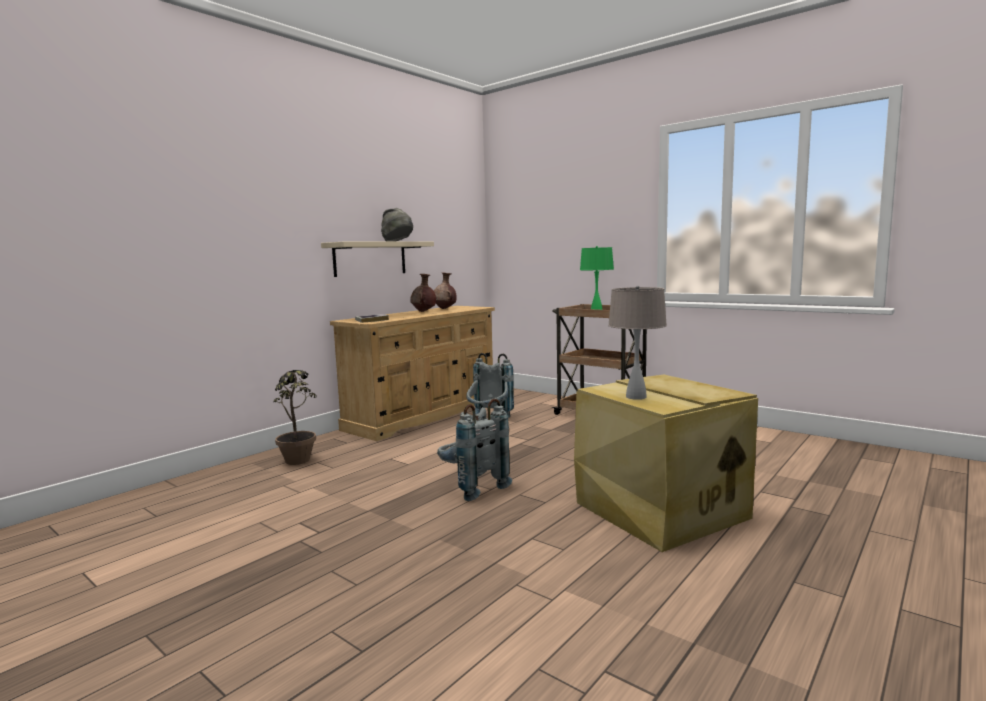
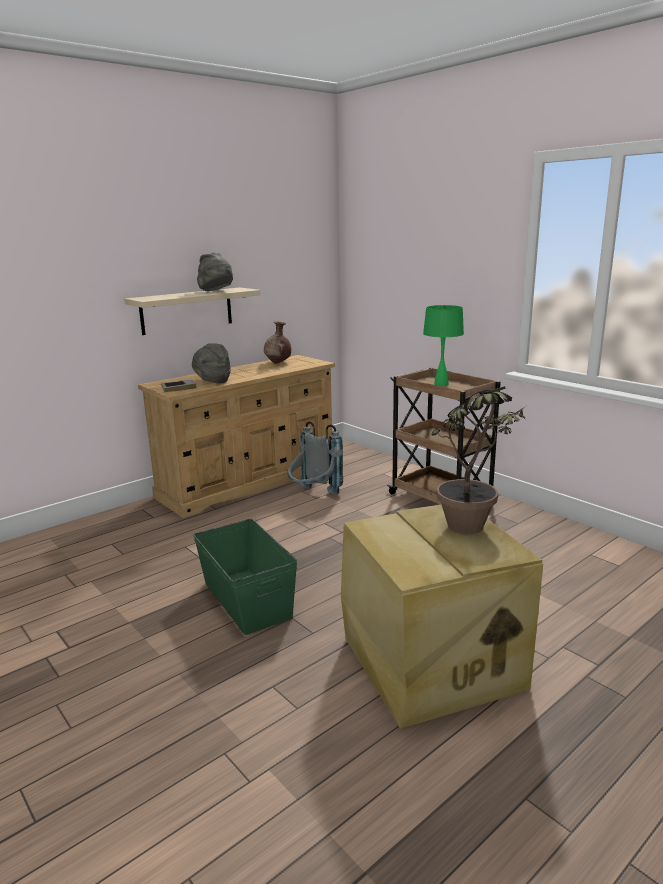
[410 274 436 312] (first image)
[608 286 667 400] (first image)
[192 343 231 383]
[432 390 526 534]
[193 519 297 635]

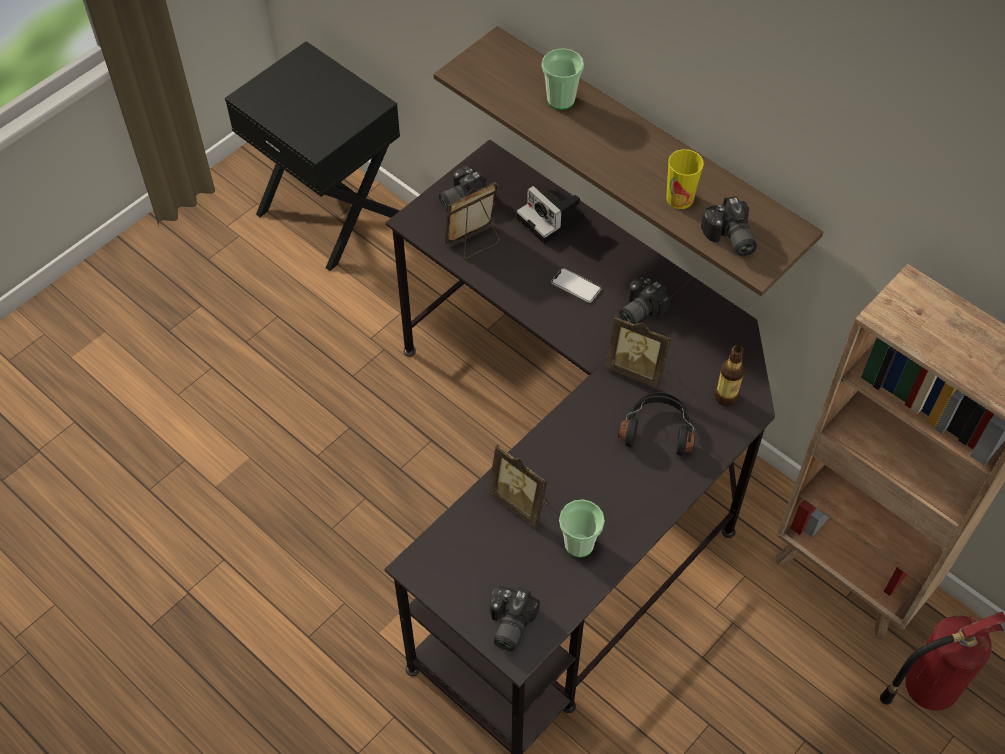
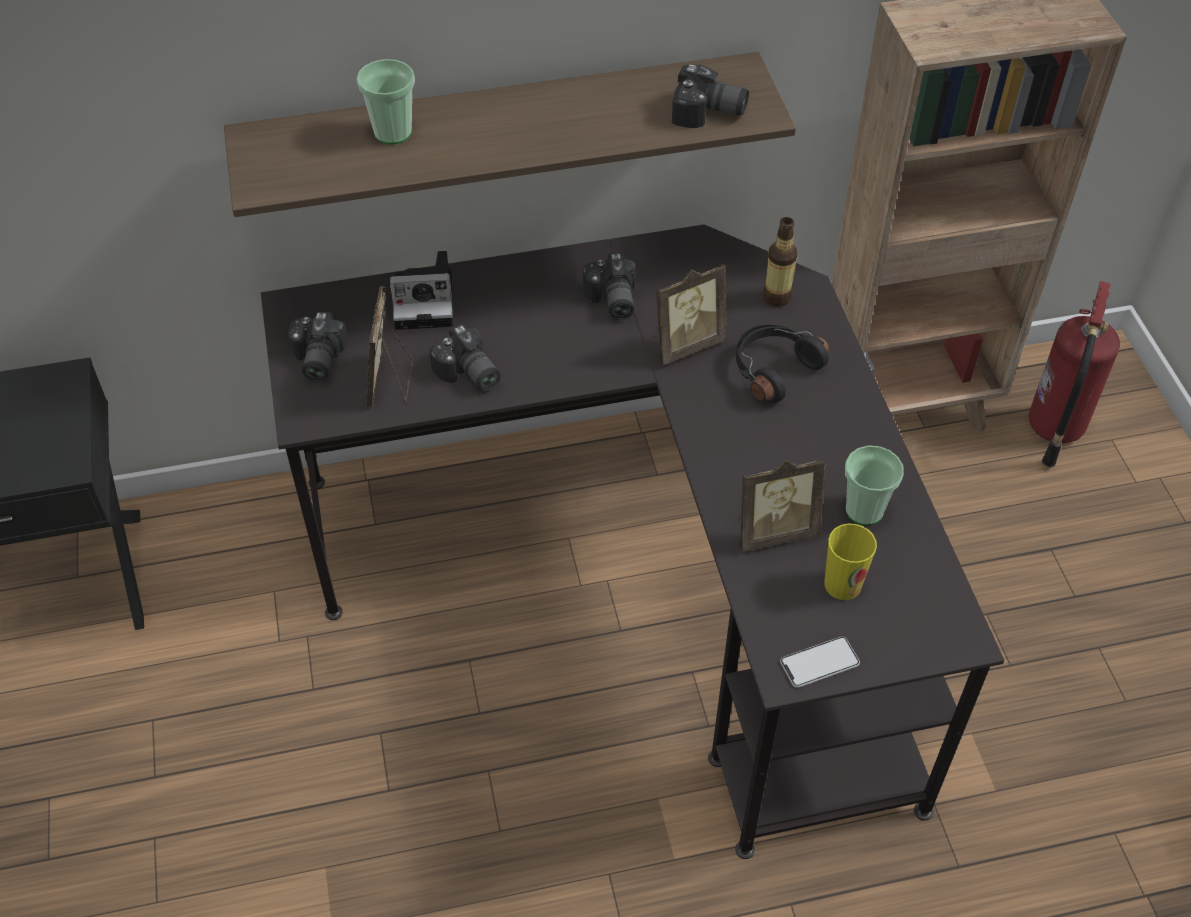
[429 324 501 390]
[780 636 860 688]
[824 524 877 600]

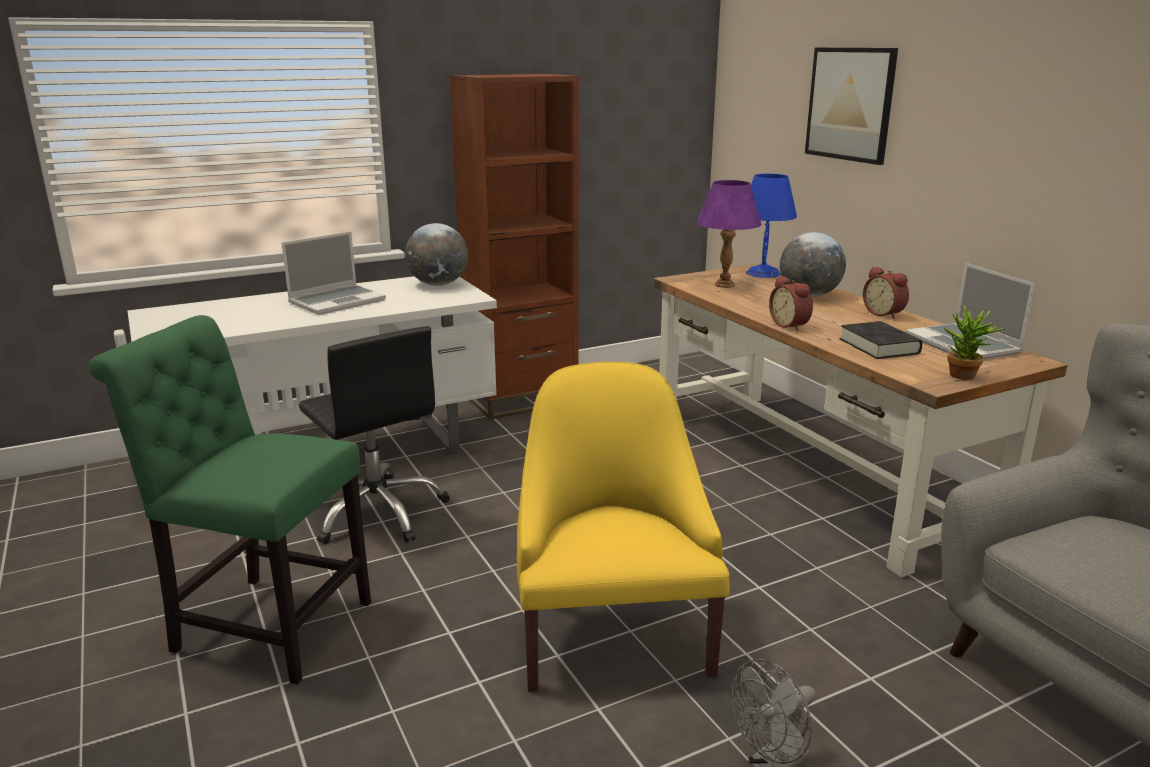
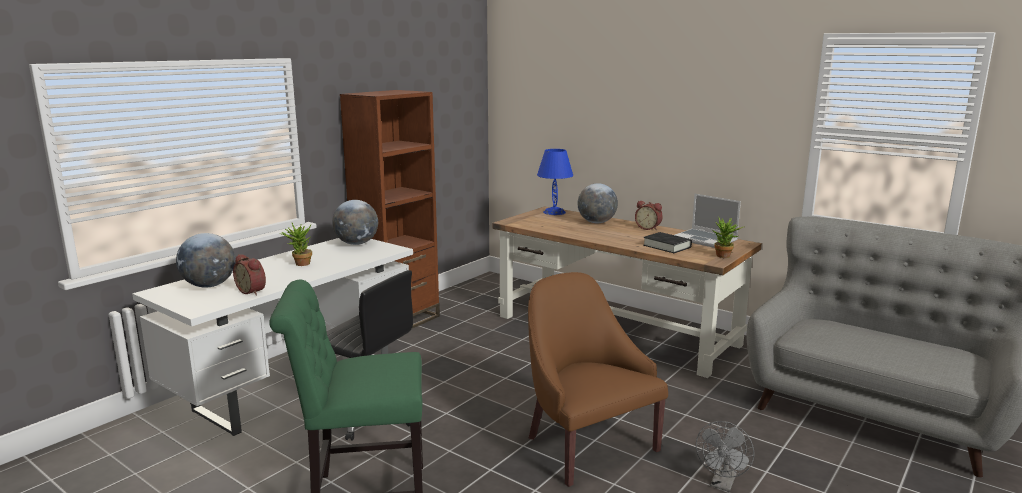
[697 180 762 288] (first image)
[805 48 898 165] (first image)
[176 233 235 288]
[233 254 266 296]
[279 223 312 266]
[528 272 668 487]

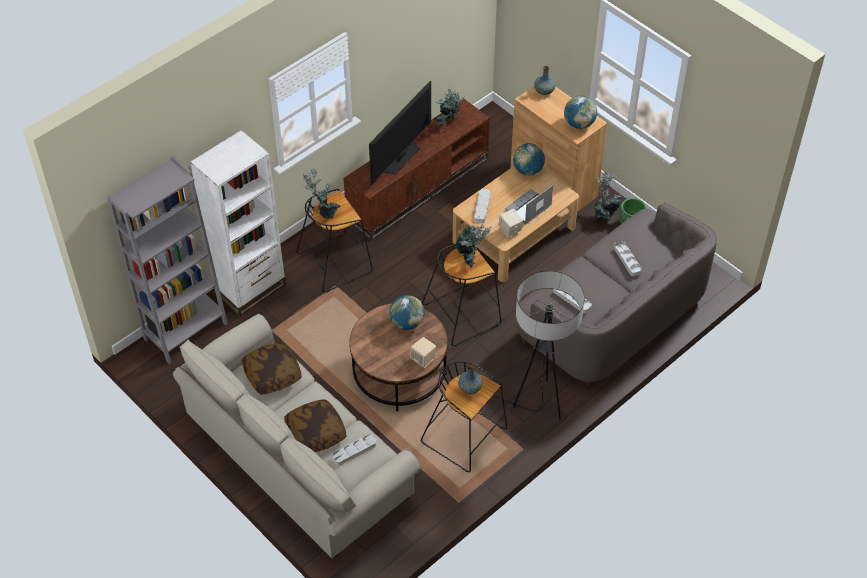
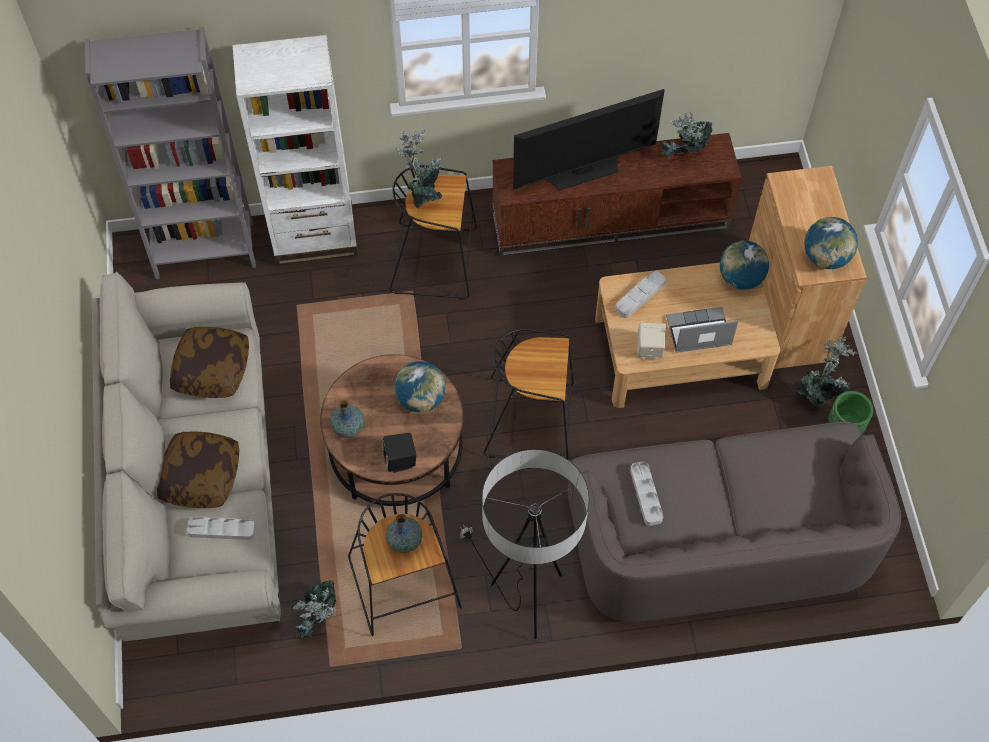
[614 241 642 276] (first image)
[292 580 337 640]
[331 400 364 438]
[383 433 416 473]

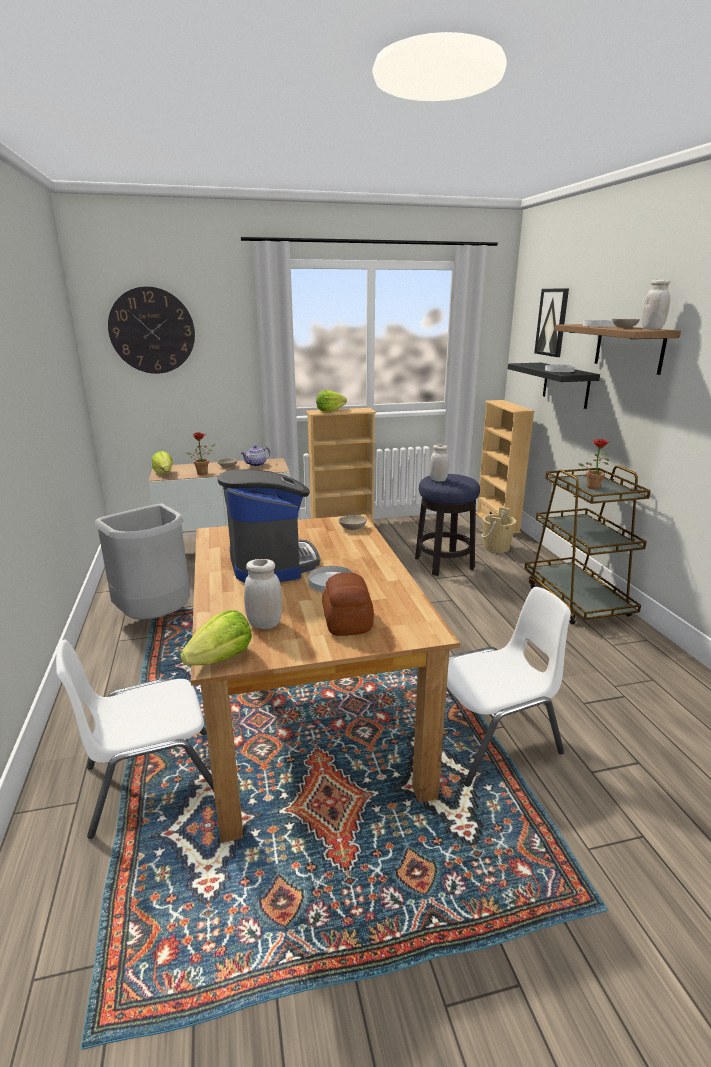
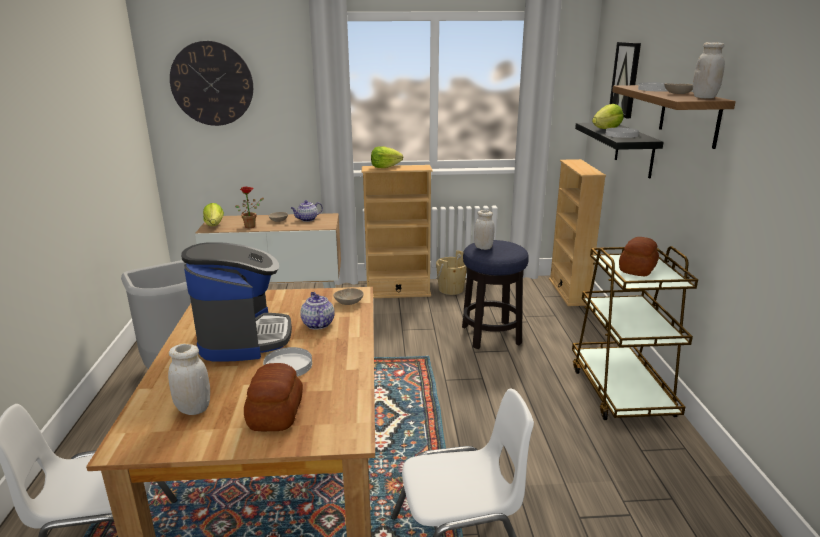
[300 292 335 329]
[592 104 623 129]
[436 250 467 295]
[619 237 659 276]

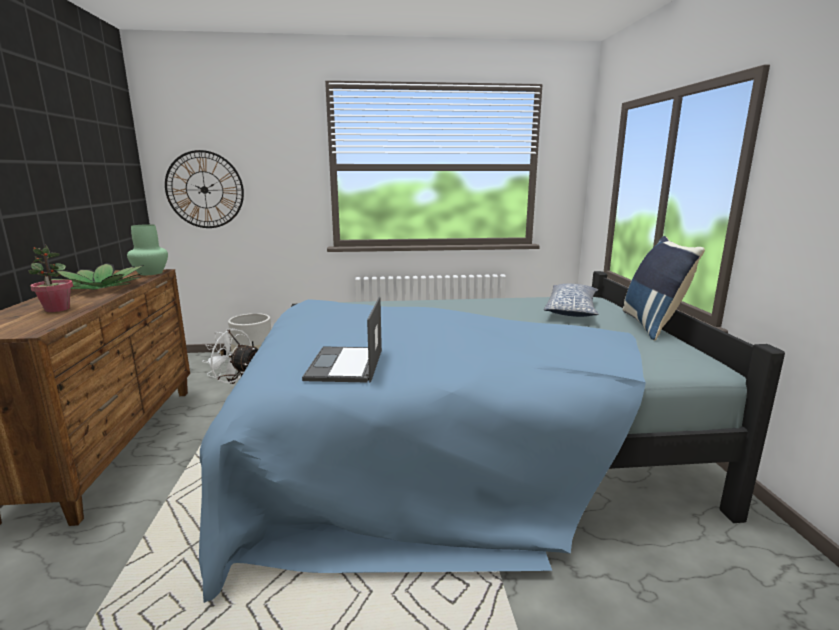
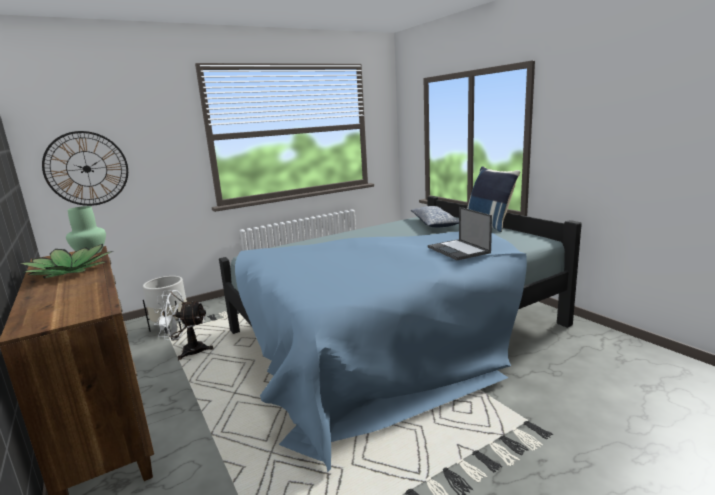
[28 245 73 312] (first image)
[428 207 492 260]

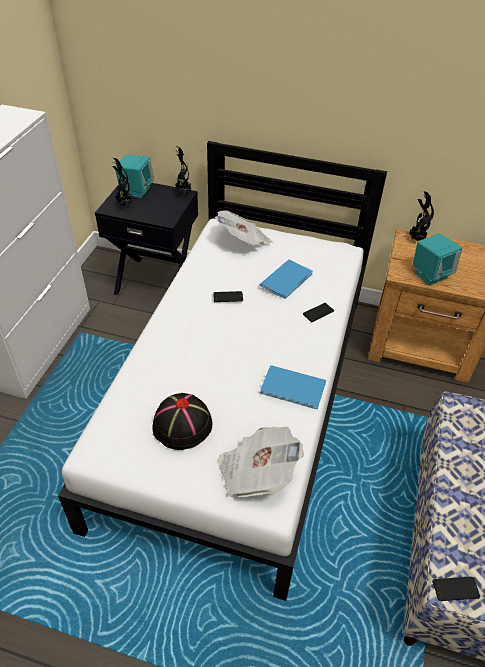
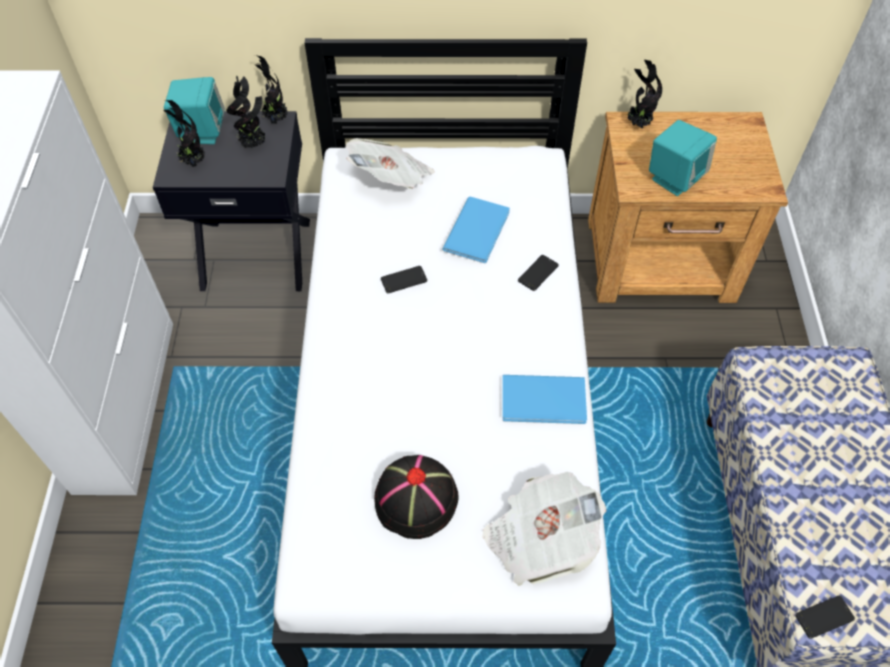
[226 76 265 148]

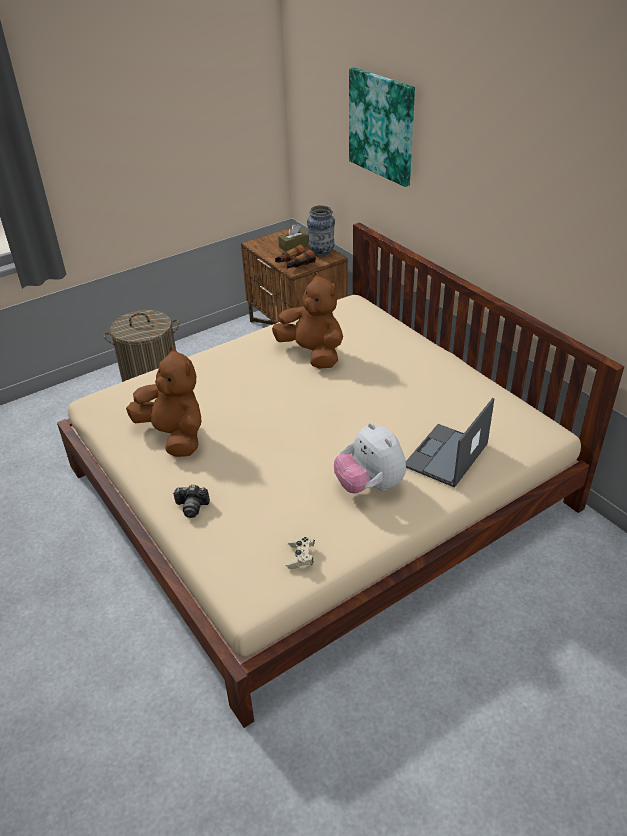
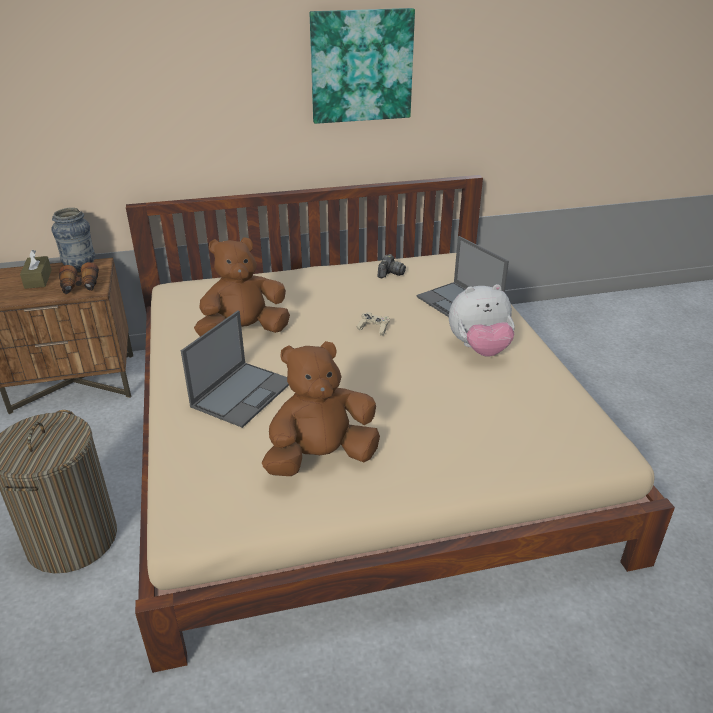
[181 310 289 428]
[377 254 406 278]
[357 312 390 336]
[310 8 415 124]

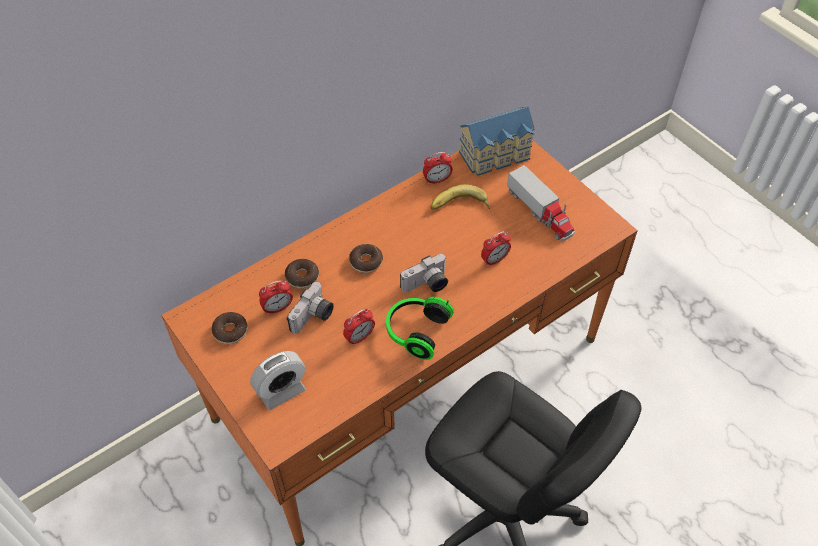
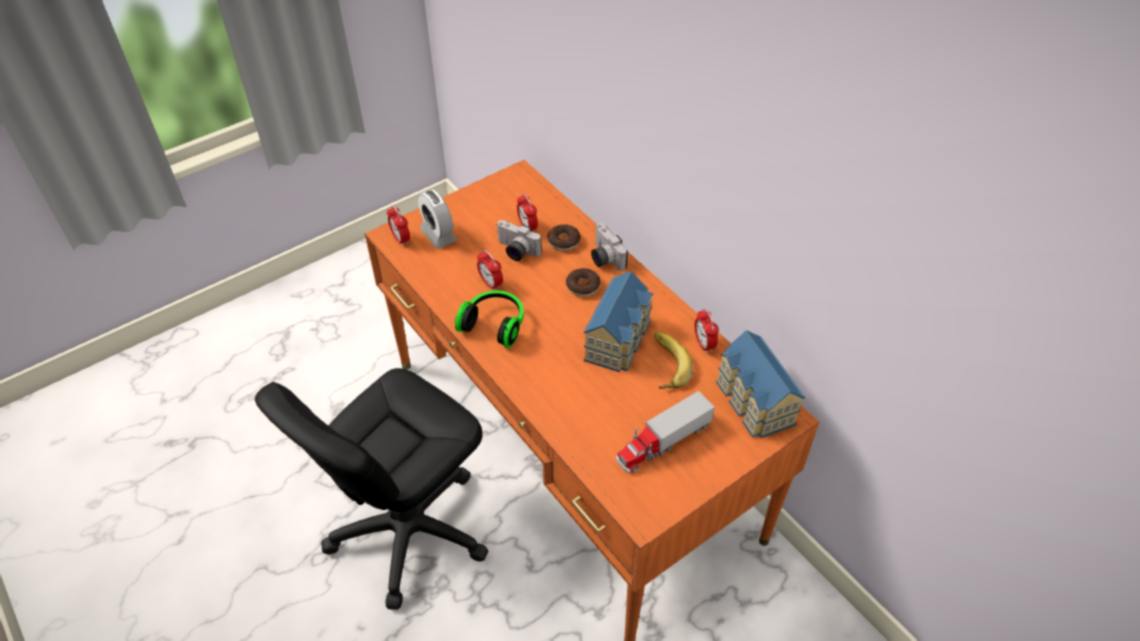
[211 312 248 344] (first image)
[584 271 654 372]
[591 223 628 271]
[387 206 410 246]

